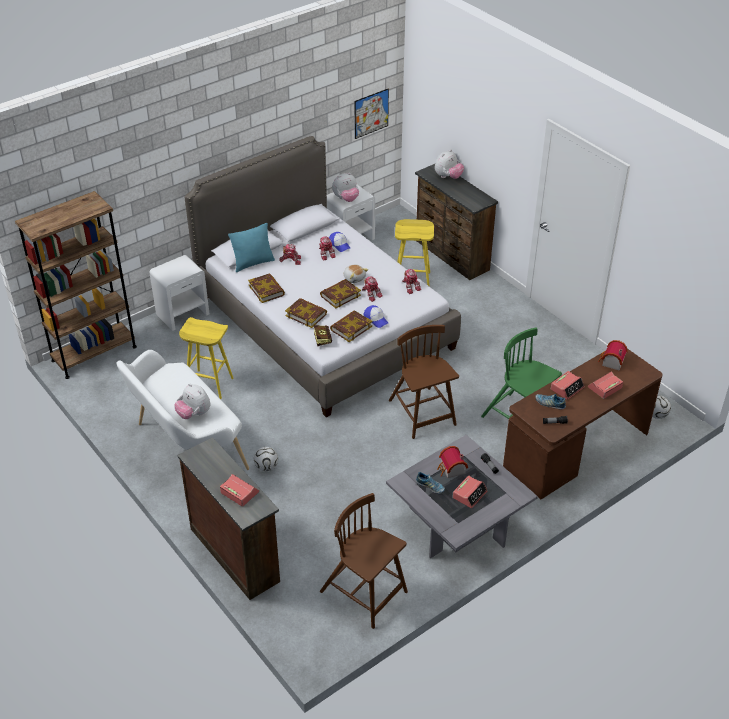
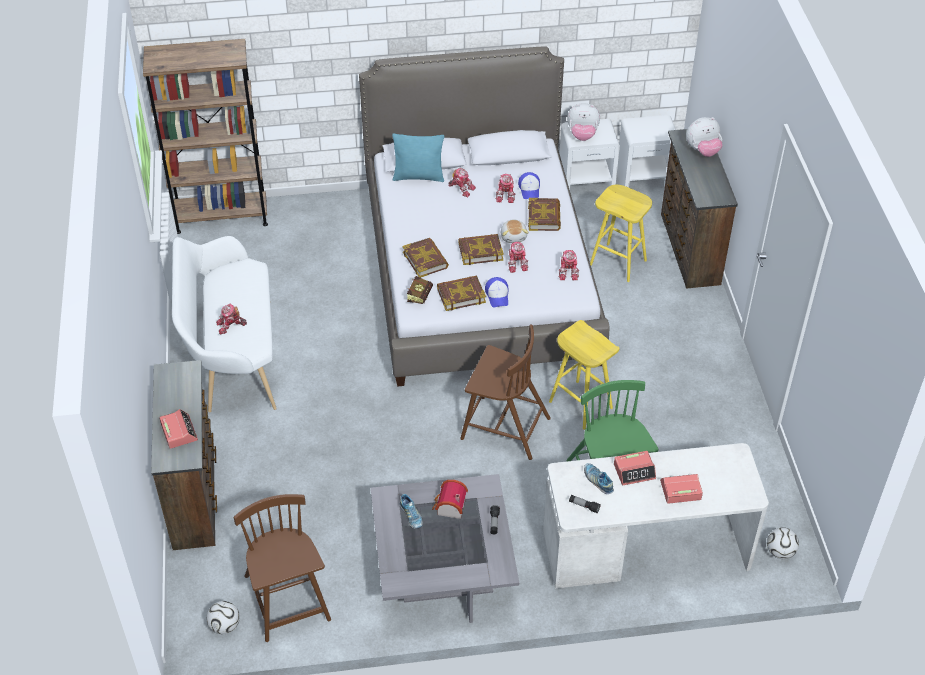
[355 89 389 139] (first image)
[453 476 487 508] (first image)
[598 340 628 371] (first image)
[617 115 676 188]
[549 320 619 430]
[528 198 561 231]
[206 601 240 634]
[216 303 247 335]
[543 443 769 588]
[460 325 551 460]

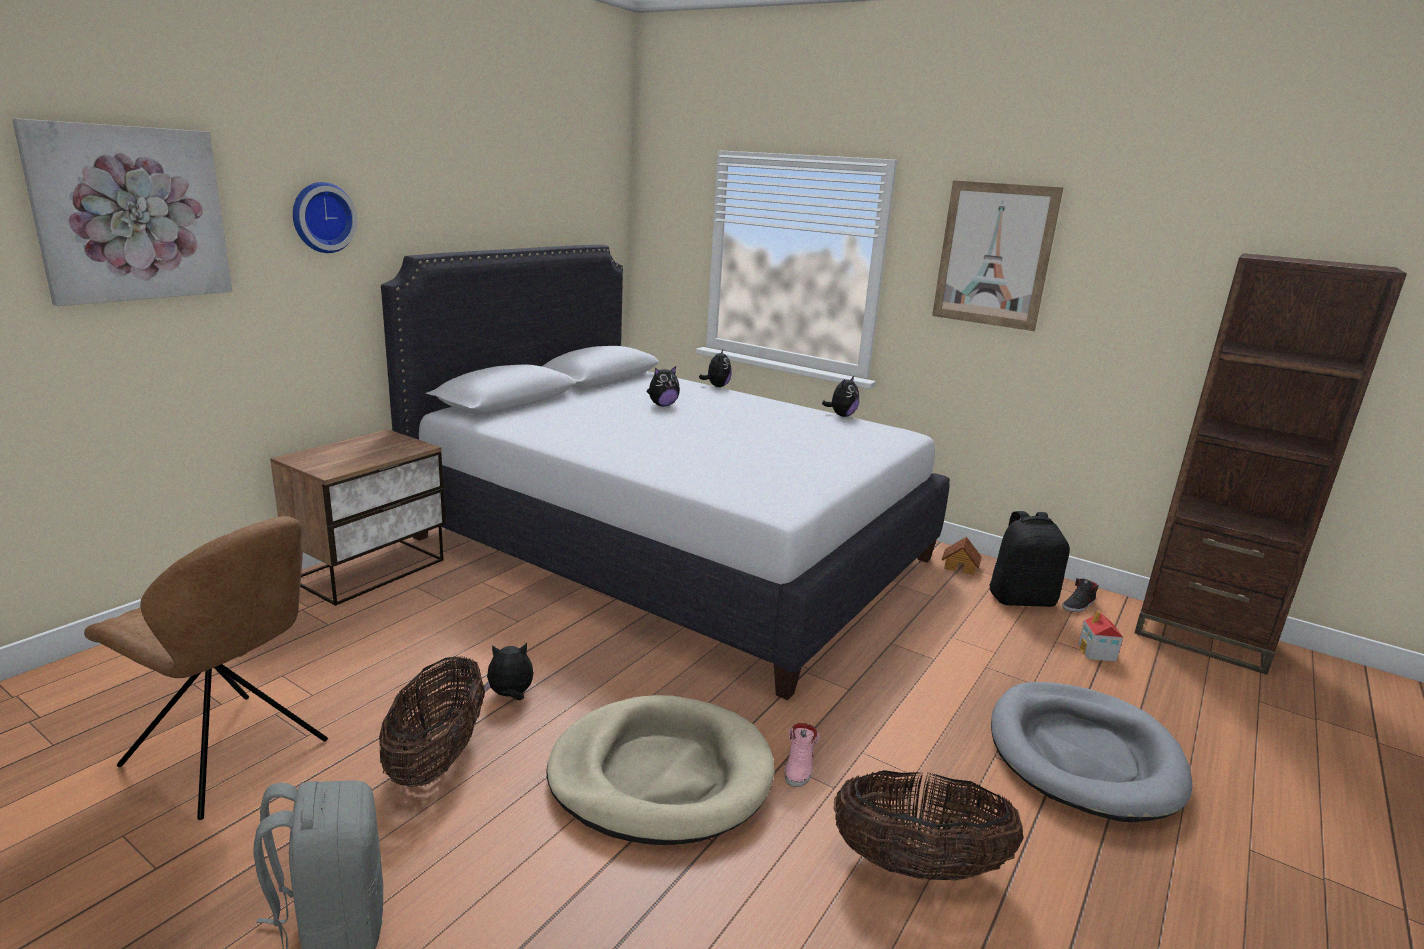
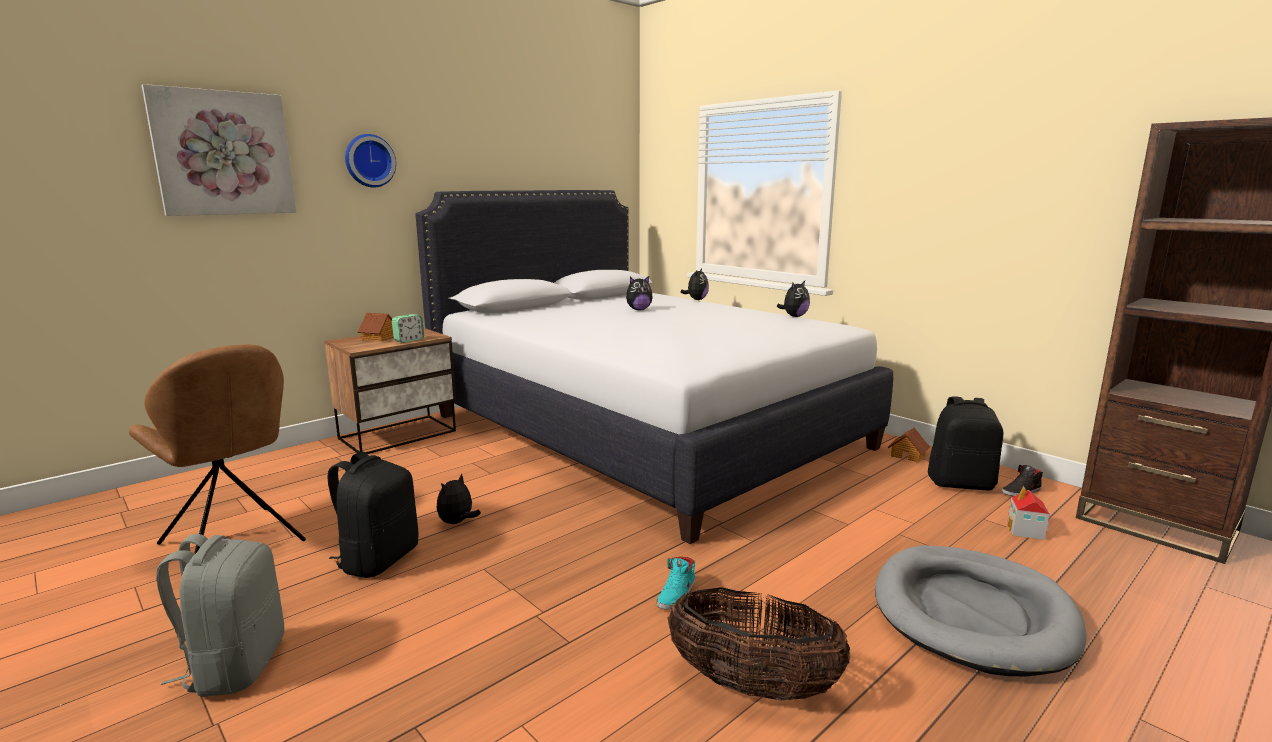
[547 695 775 845] (first image)
[932 180 1064 331] (first image)
[358 313 393 342]
[392 314 424 343]
[327 452 418 578]
[657 557 695 610]
[437 473 481 524]

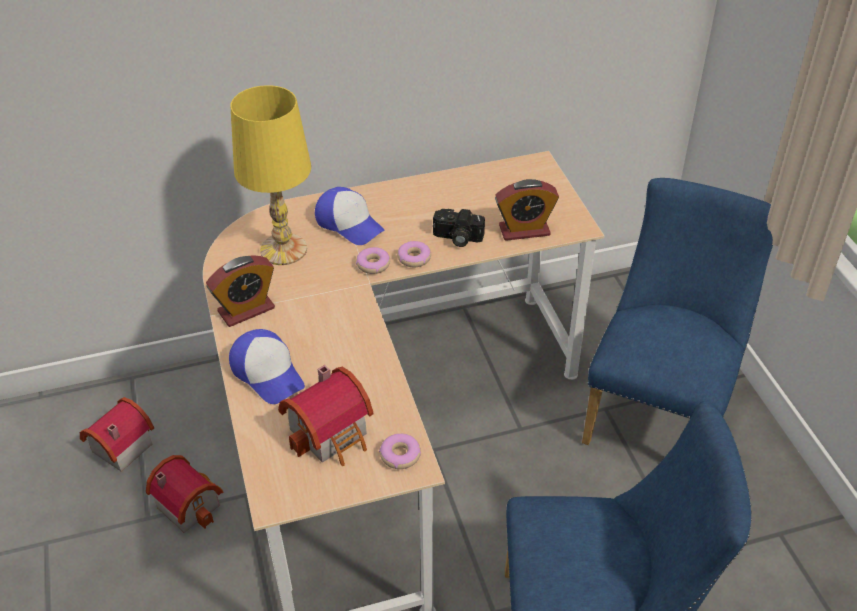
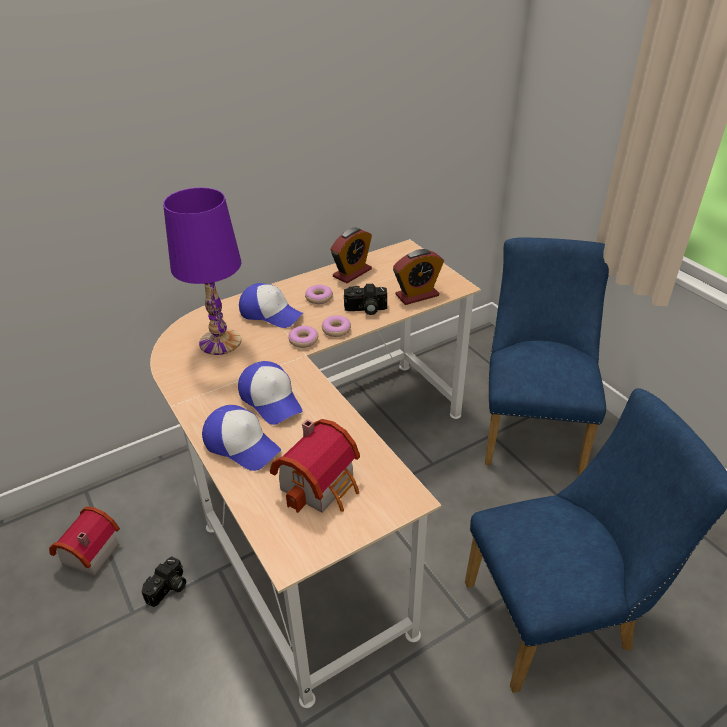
[238 361 302 425]
[330 227 372 283]
[305 285 333 304]
[141 556 186 607]
[163 188 241 355]

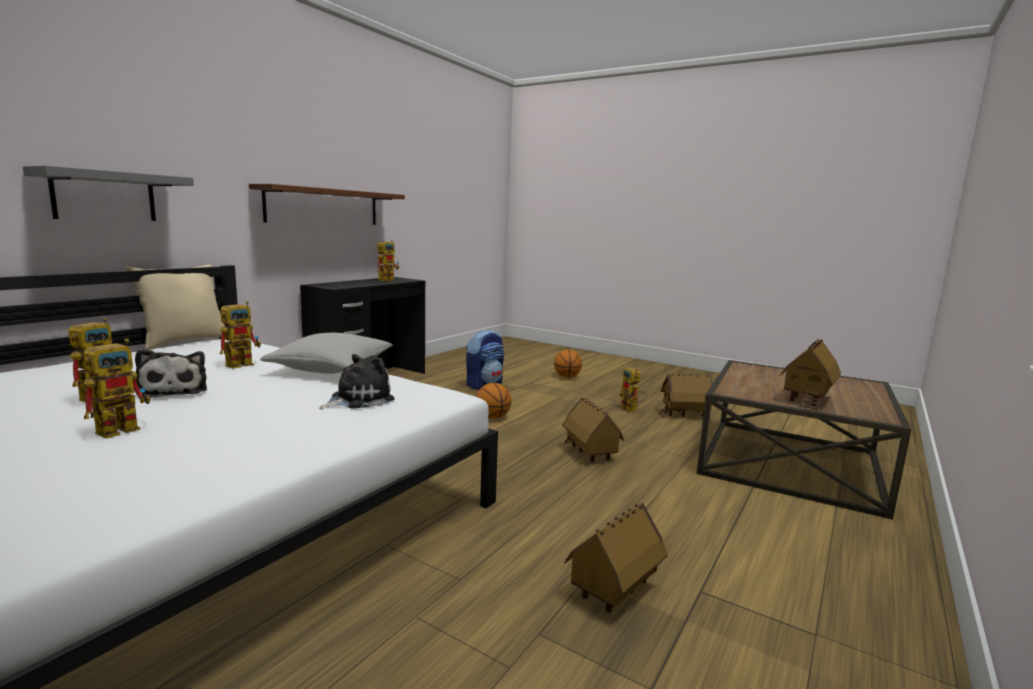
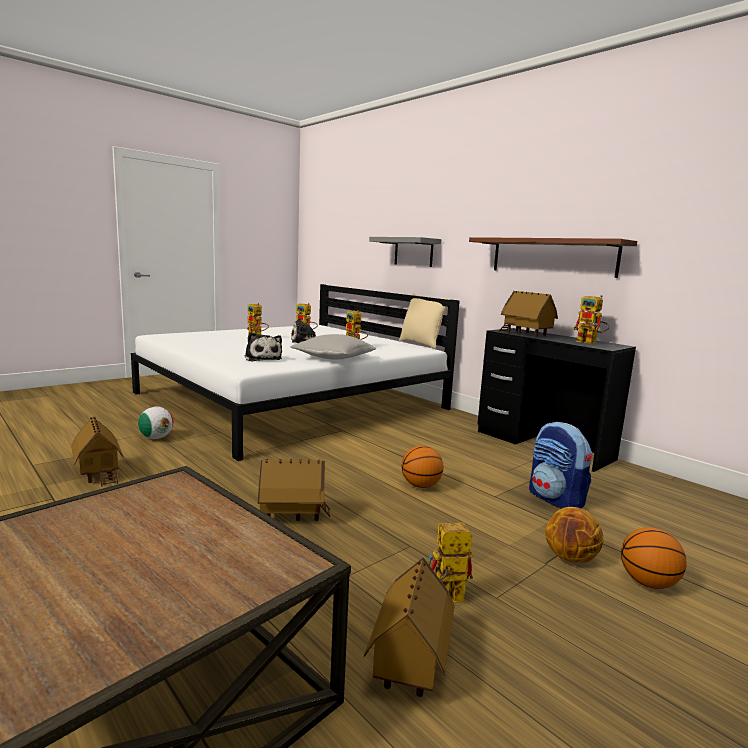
[138 407 173 439]
[545 507 604 563]
[498 291 558 336]

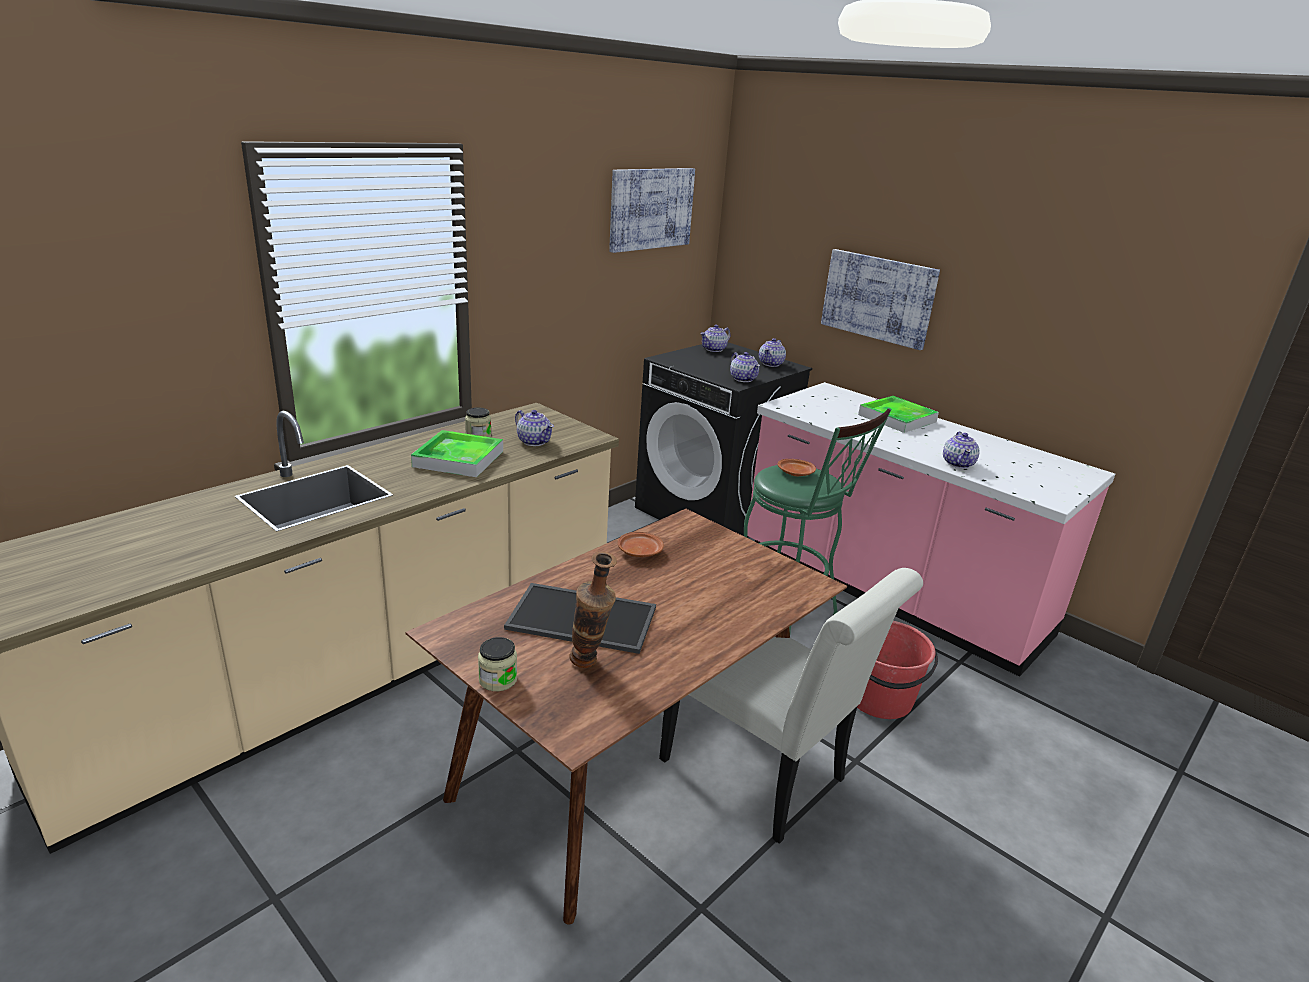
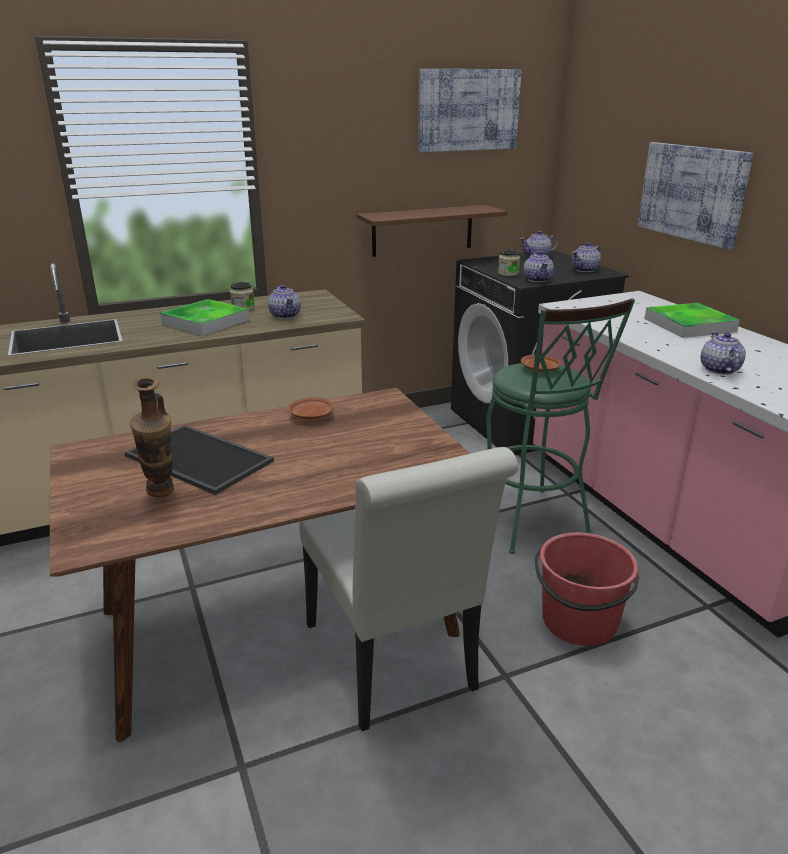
[357 205 507 257]
[498 250 520 276]
[700 332 746 375]

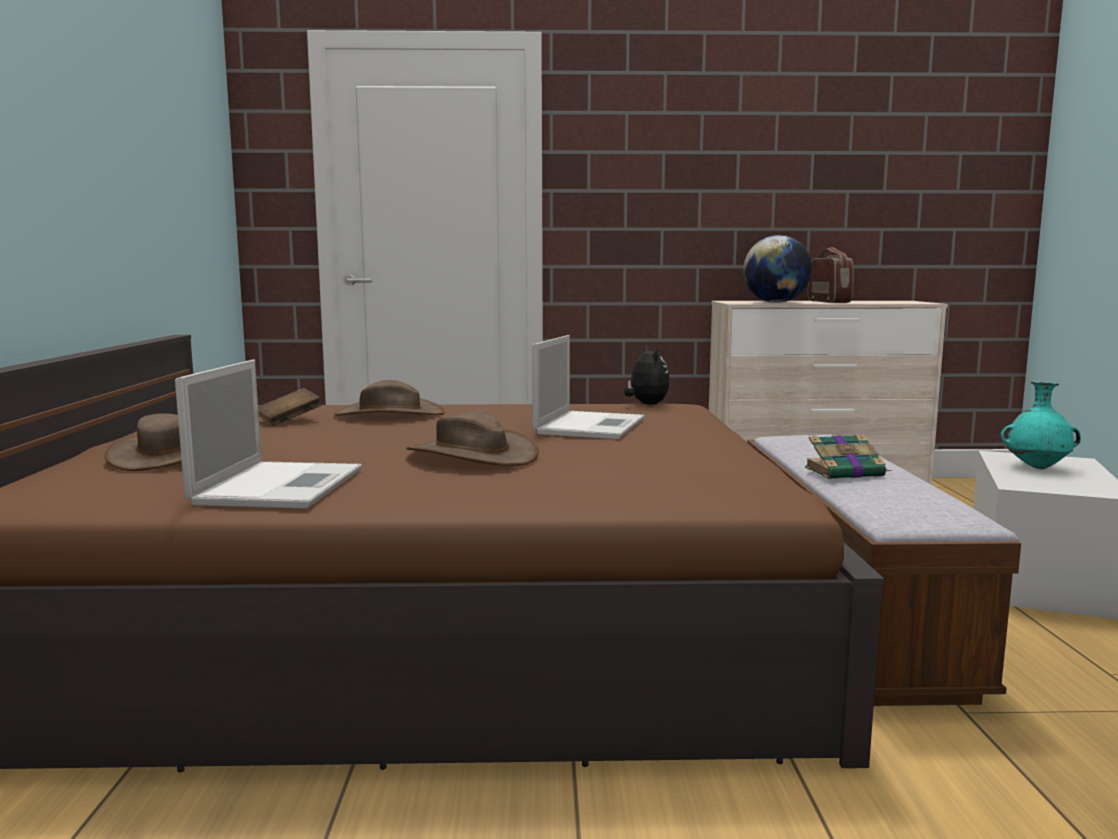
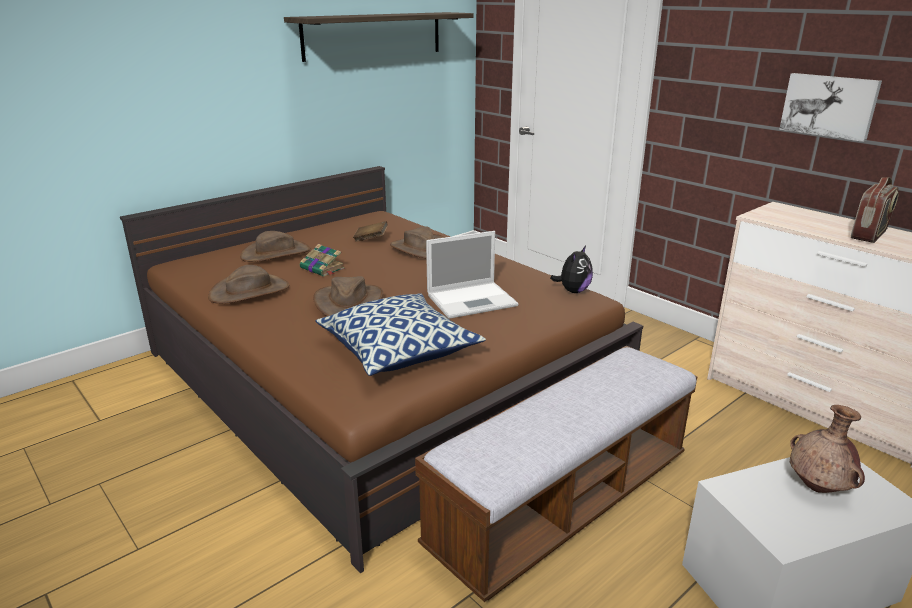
[743 235 812 303] (first image)
[284 12 474 62]
[315 293 486 376]
[779 73 882 142]
[300 244 345 277]
[208 265 289 304]
[790 405 865 493]

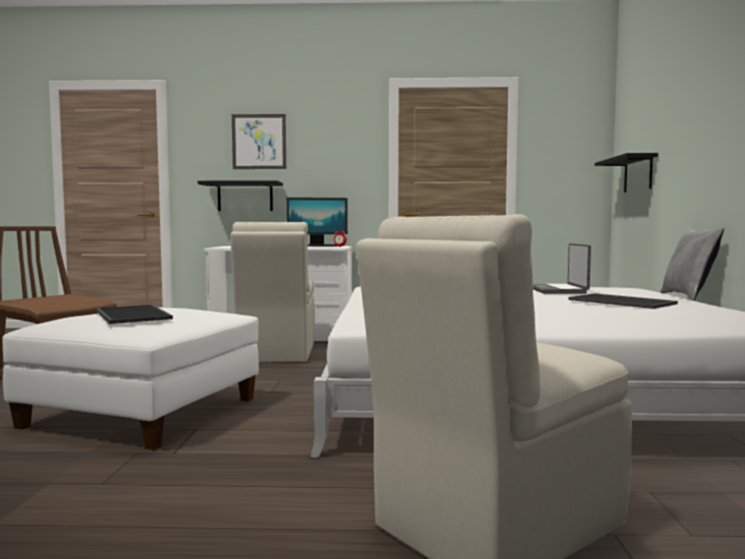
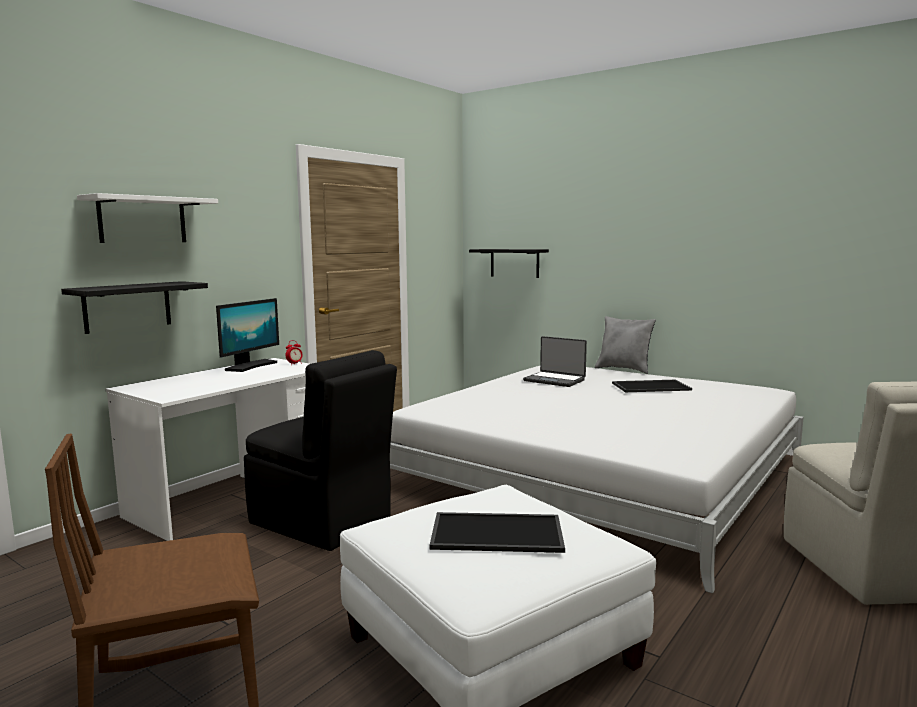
[77 193 218 243]
[244 350 397 551]

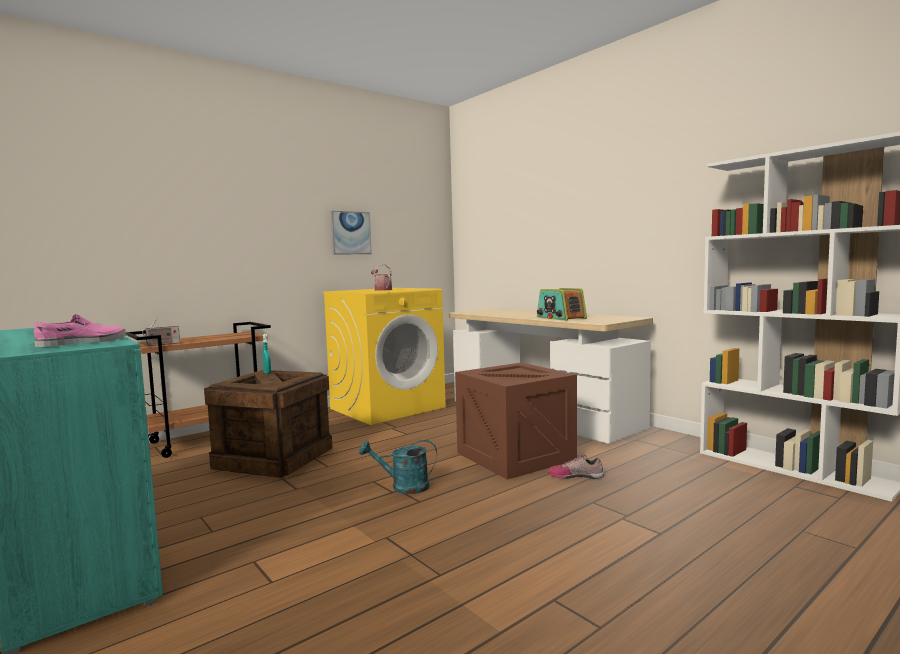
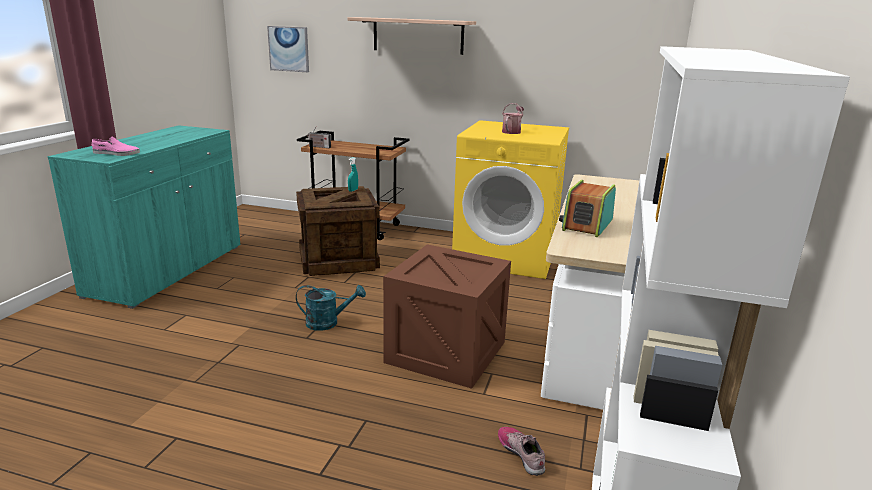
[347 17 476 55]
[267 26 309 72]
[498 427 545 476]
[296 285 366 331]

